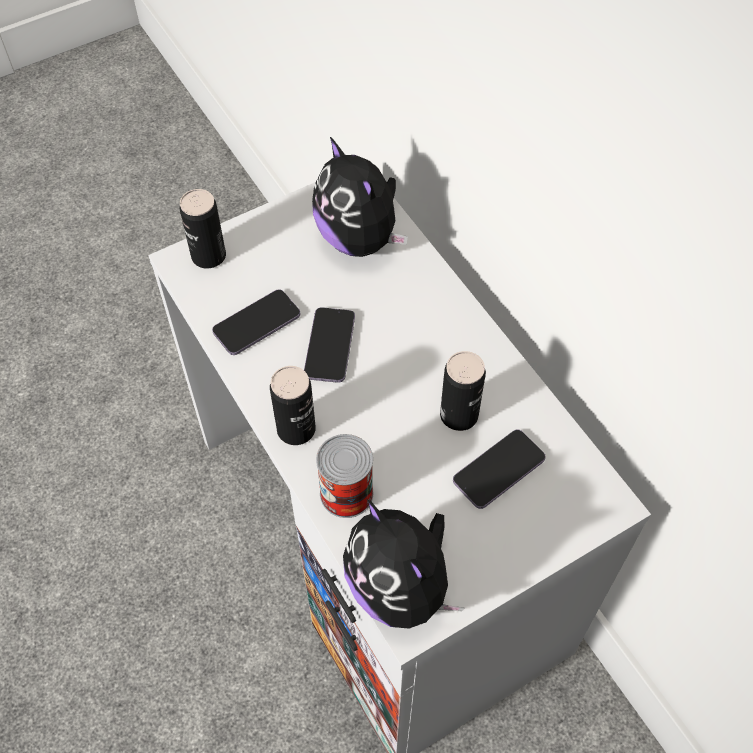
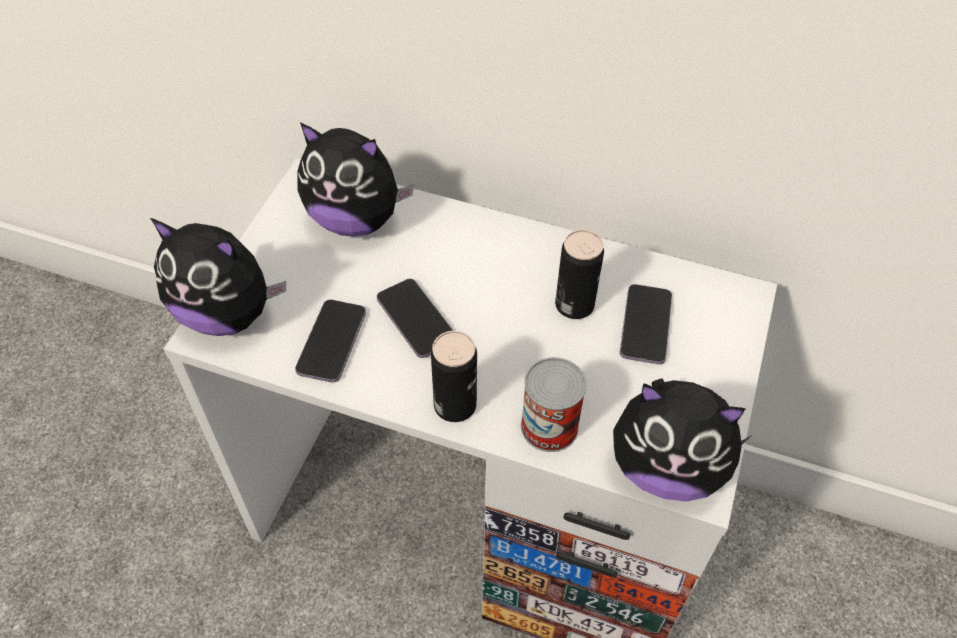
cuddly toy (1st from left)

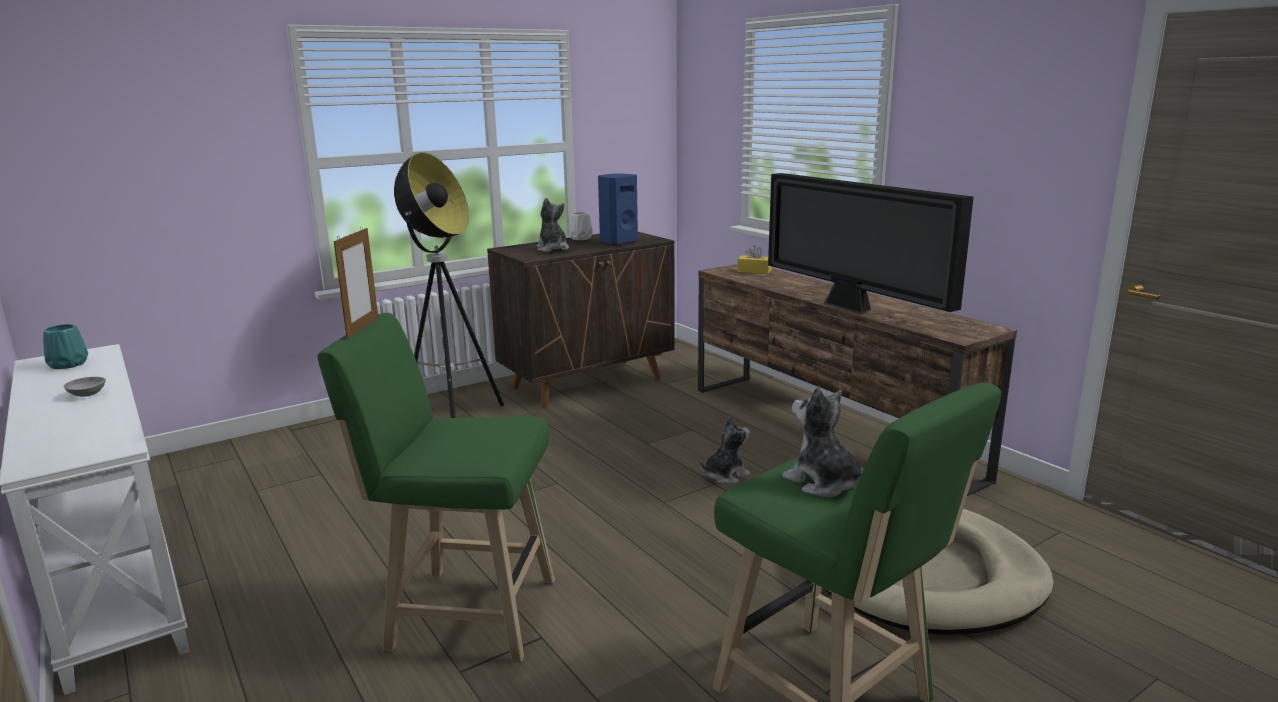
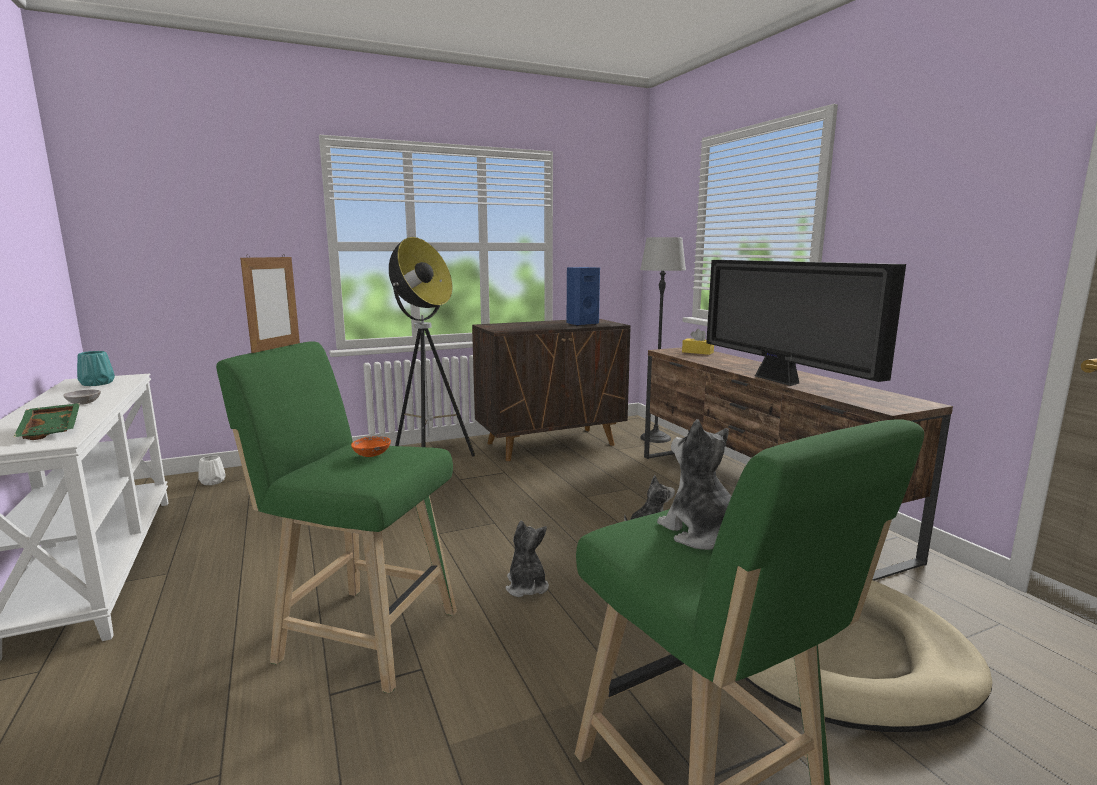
cuddly toy (1st from left); vase (white-coloured); carrying tray (green-coloured); bowl (orangey); standard lamp (2nd from left)

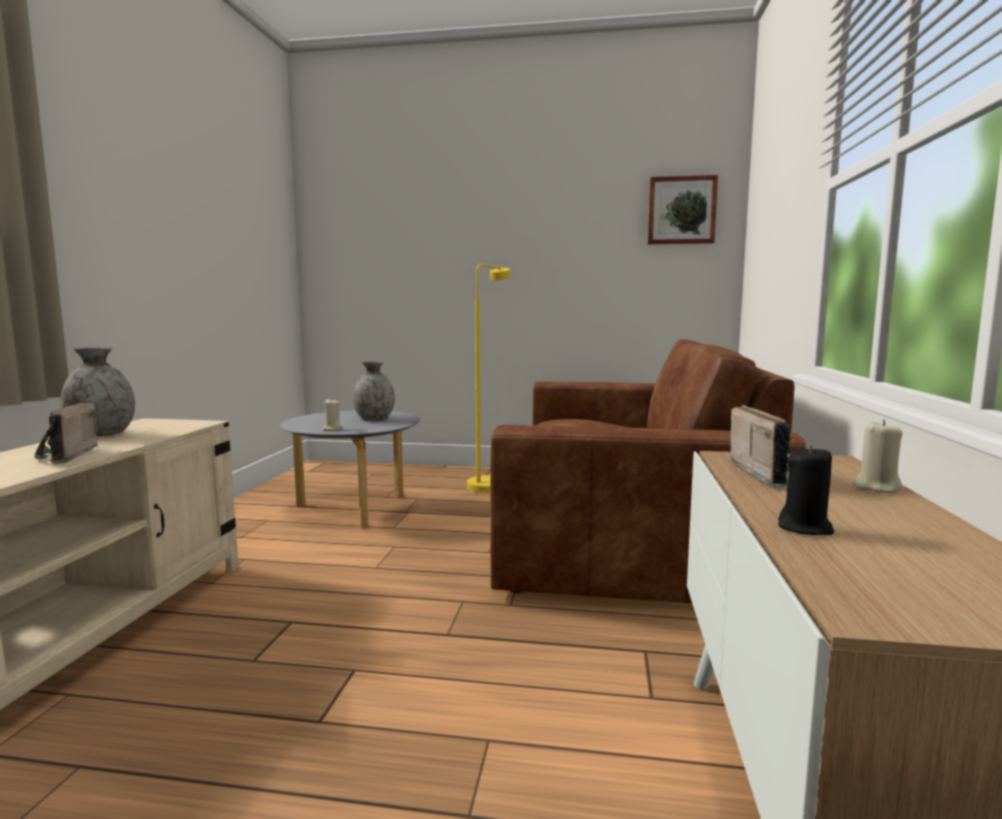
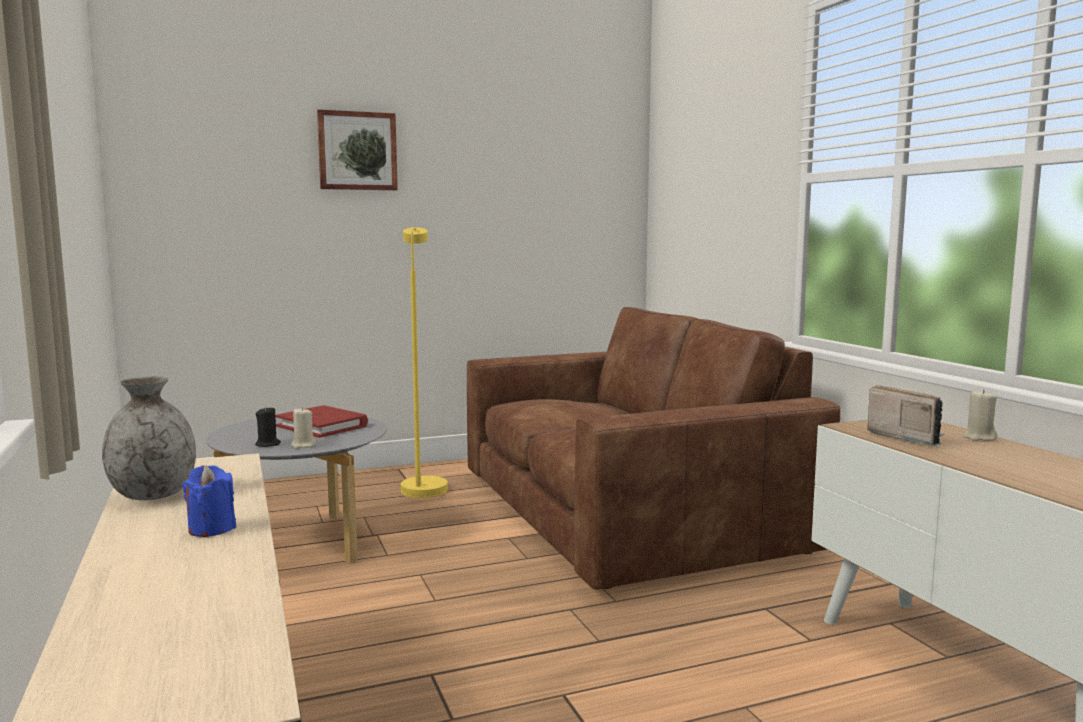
candle (bluish); bound book (reddish); picture; candle (blackish)

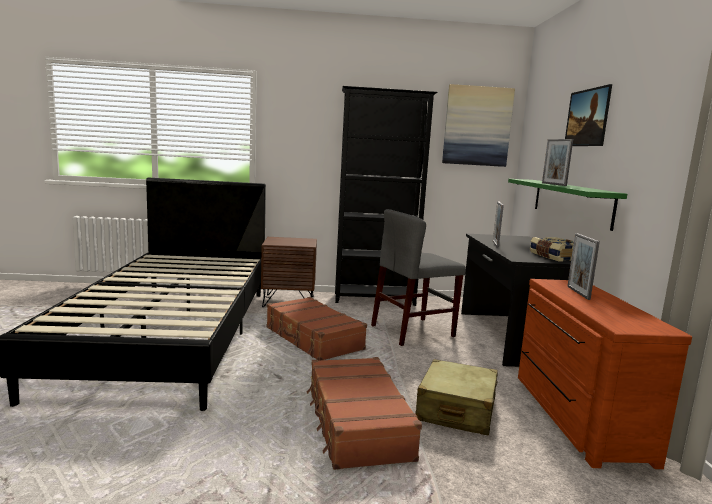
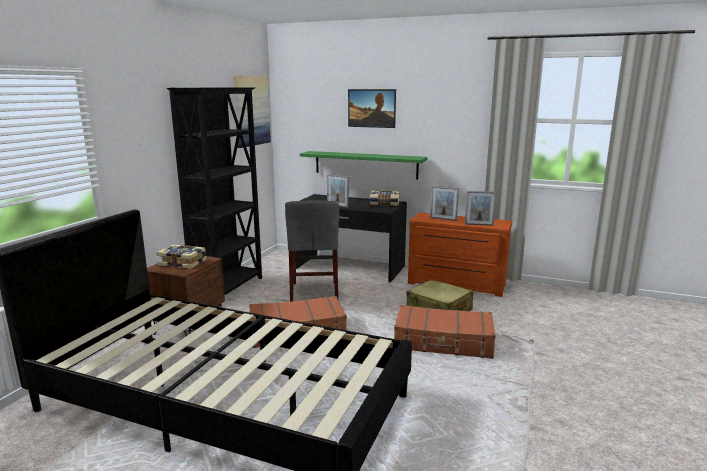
standing frame (3rd from left); bound book (1st from left)

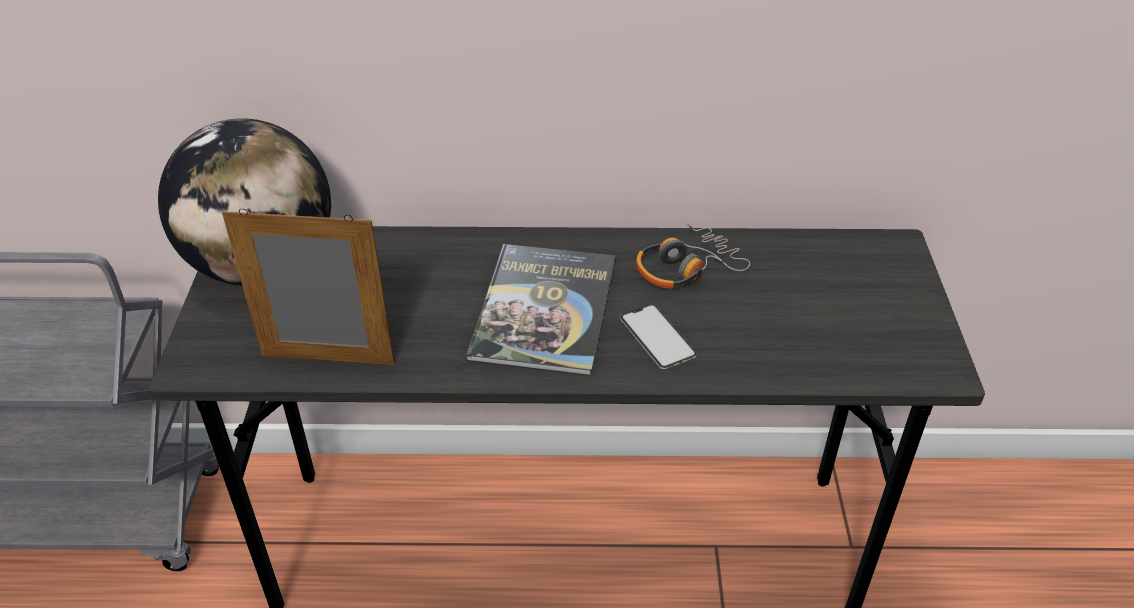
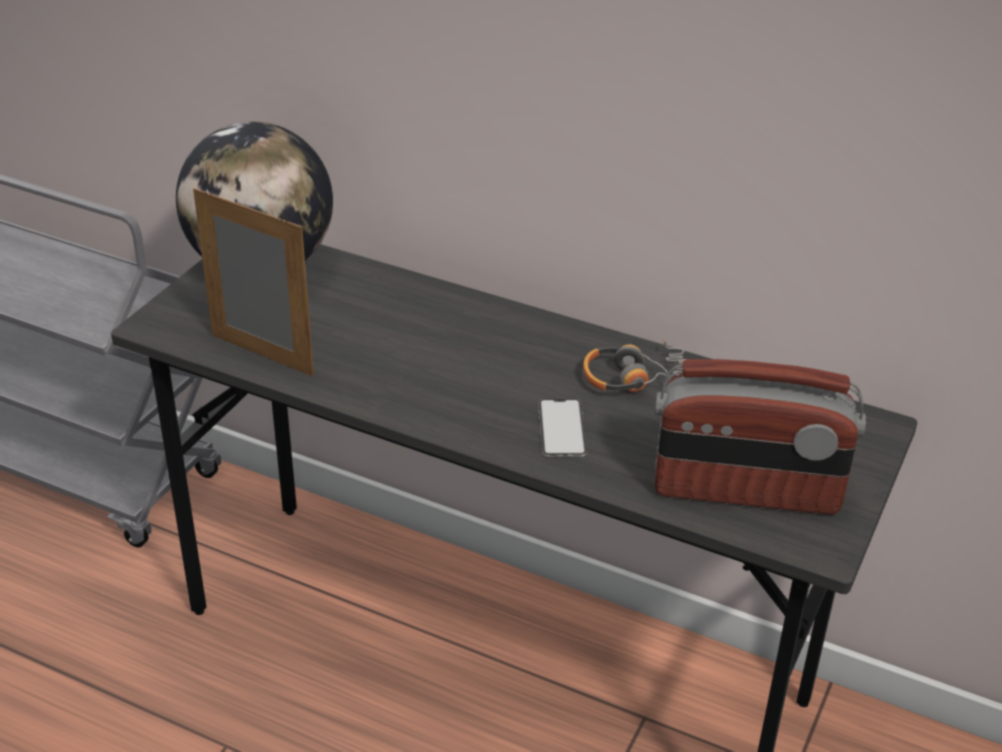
bound book; radio set

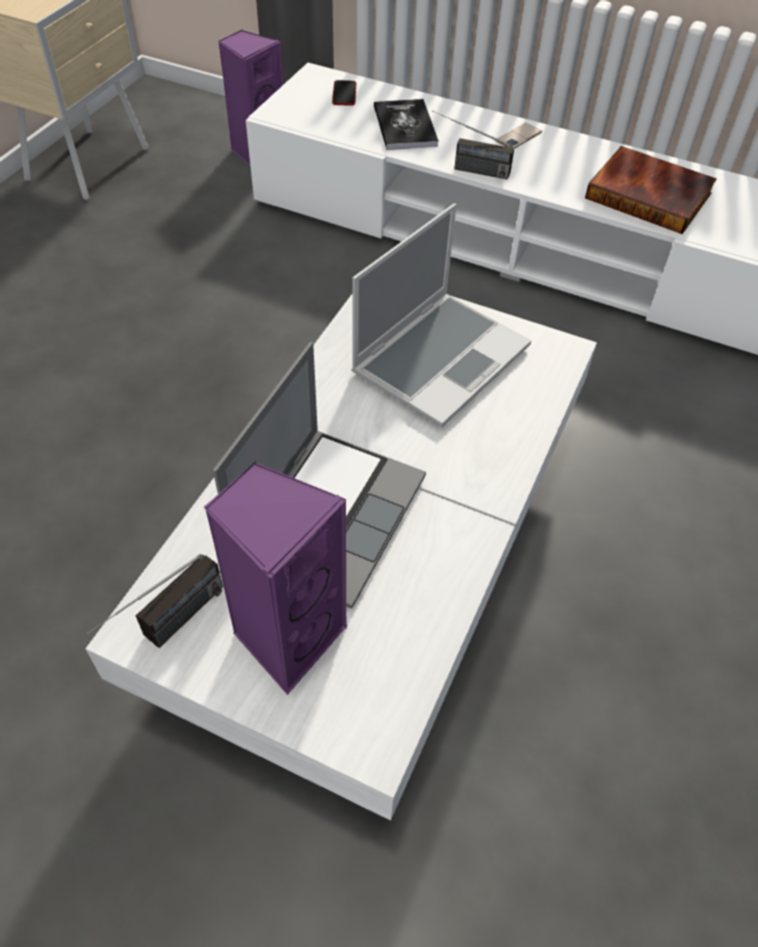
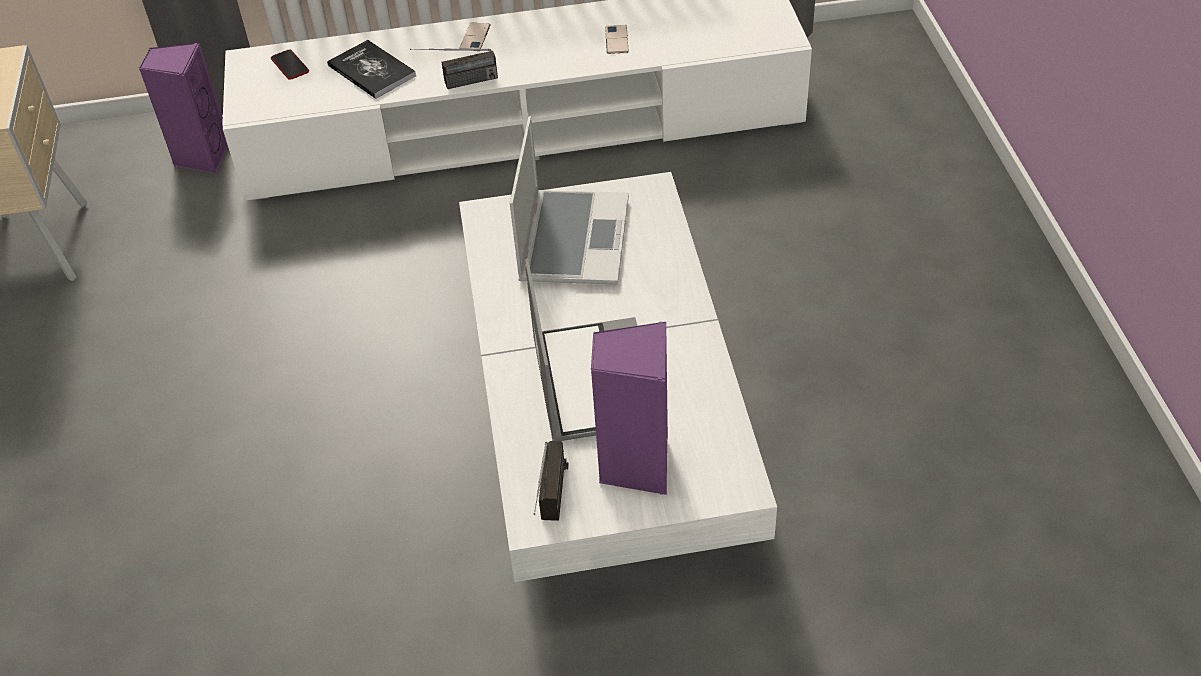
handset (3rd from left)

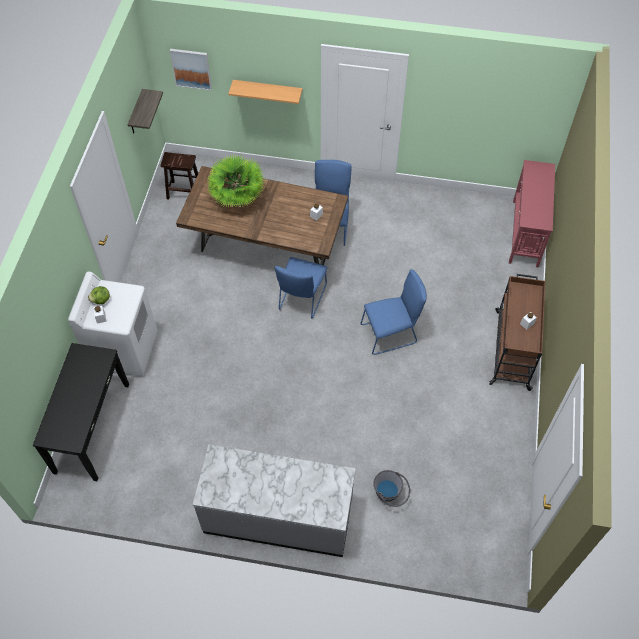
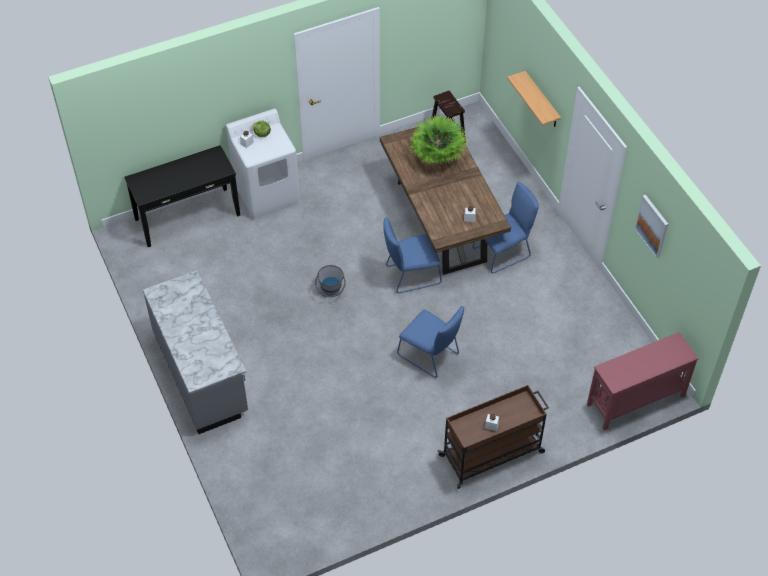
bracket shelf (1st from left in the first image); picture; pail (gray)

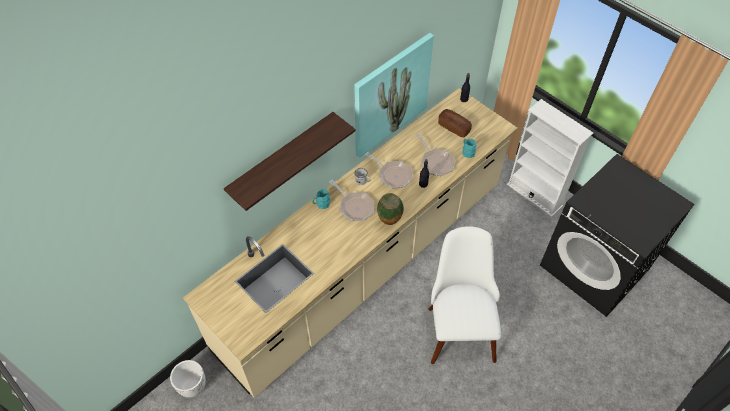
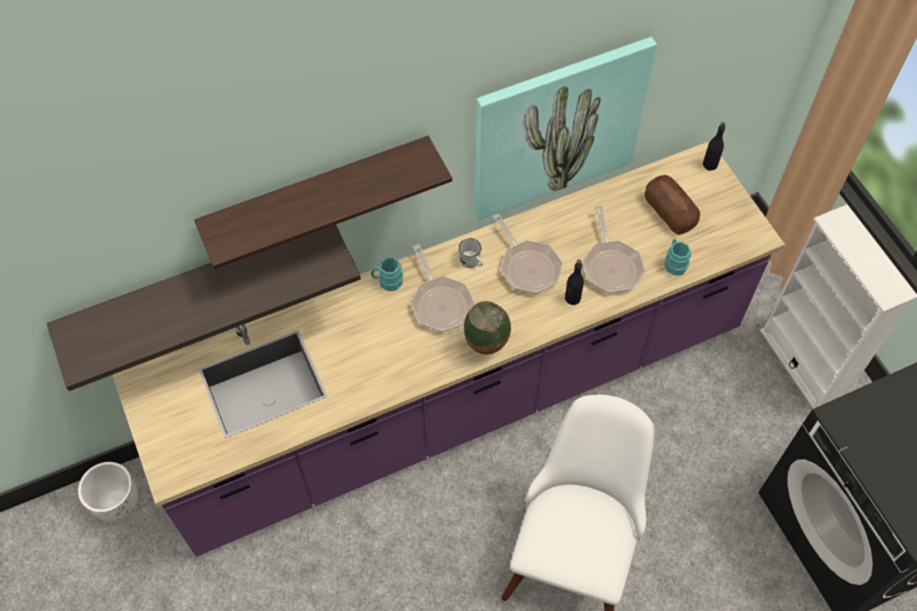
kitchen counter (purple); bracket shelf (1st from left)

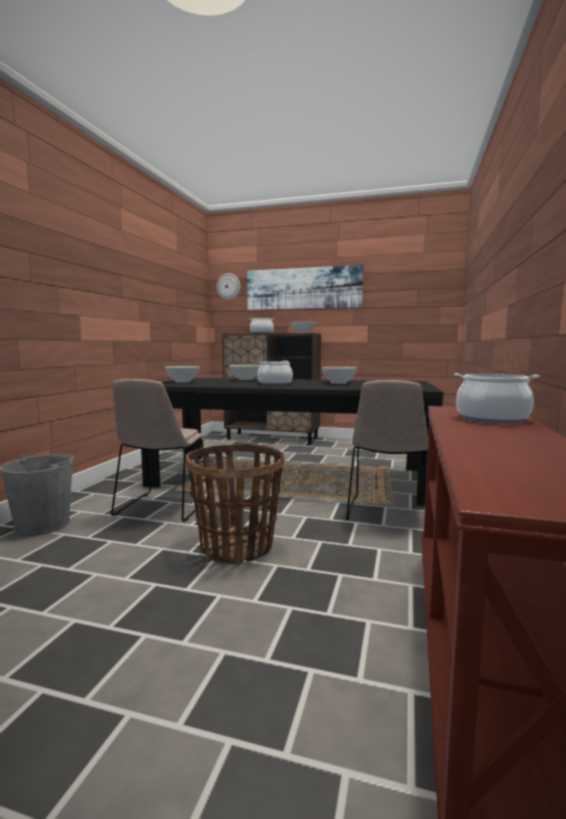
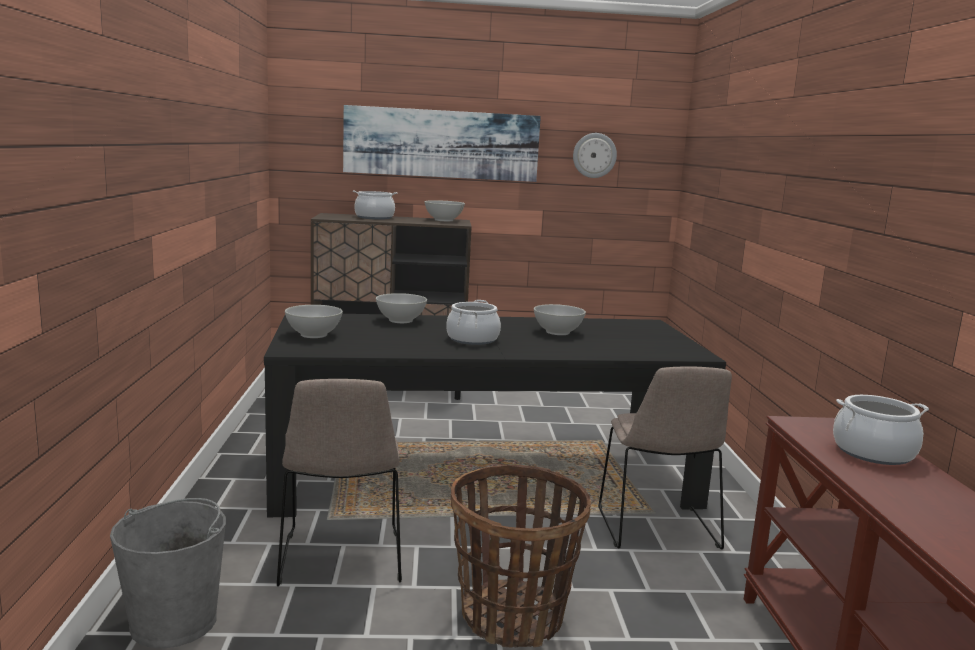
clock on the wall

